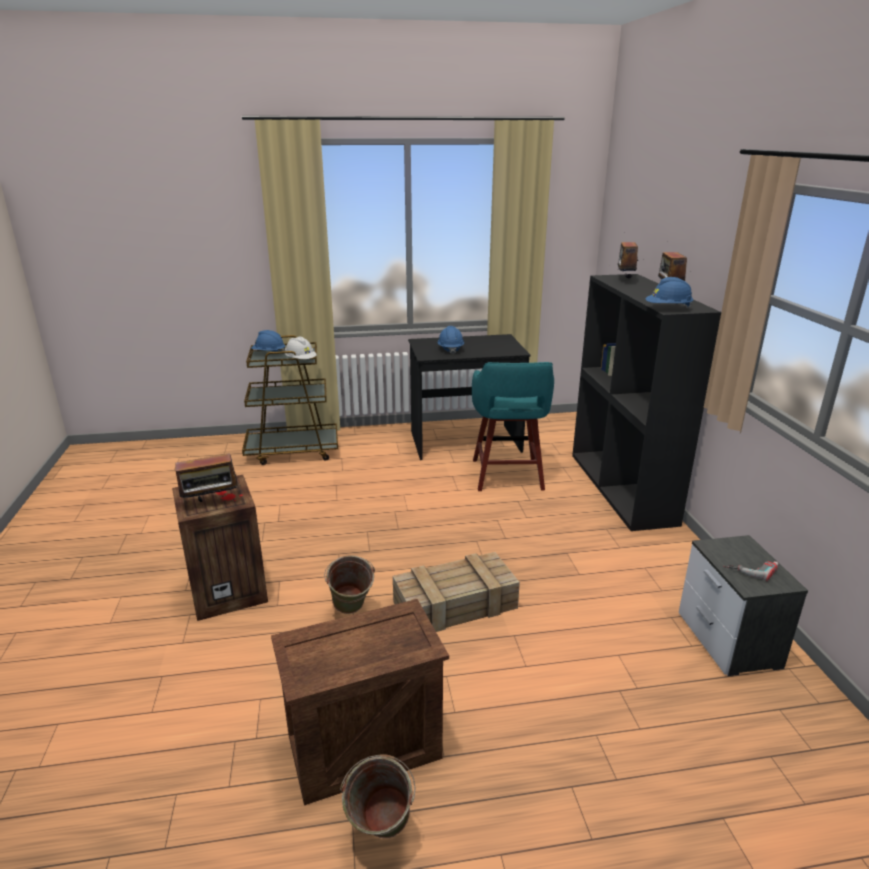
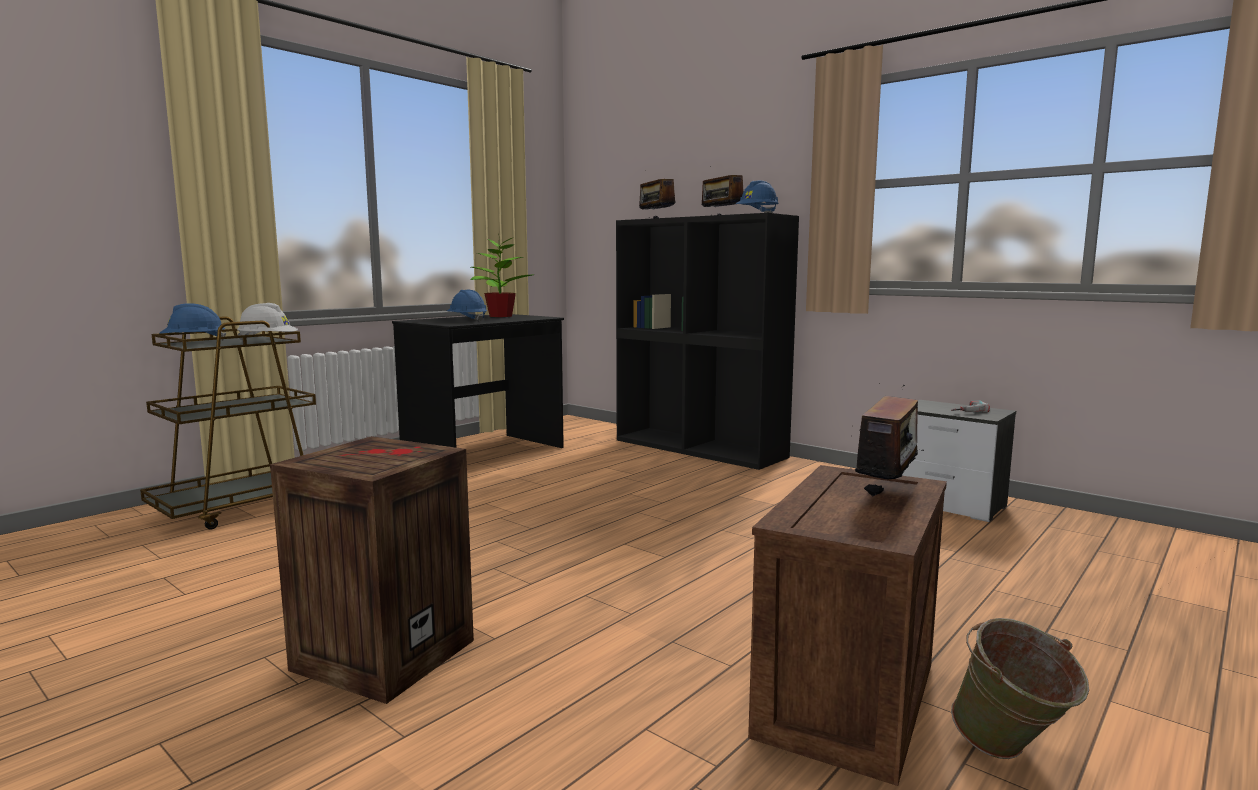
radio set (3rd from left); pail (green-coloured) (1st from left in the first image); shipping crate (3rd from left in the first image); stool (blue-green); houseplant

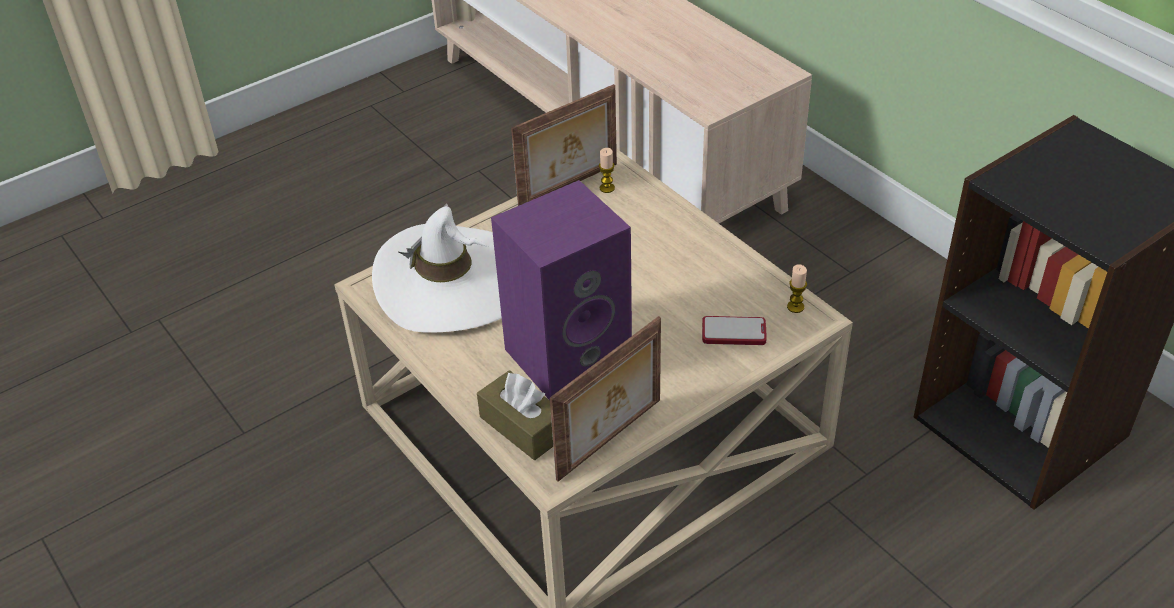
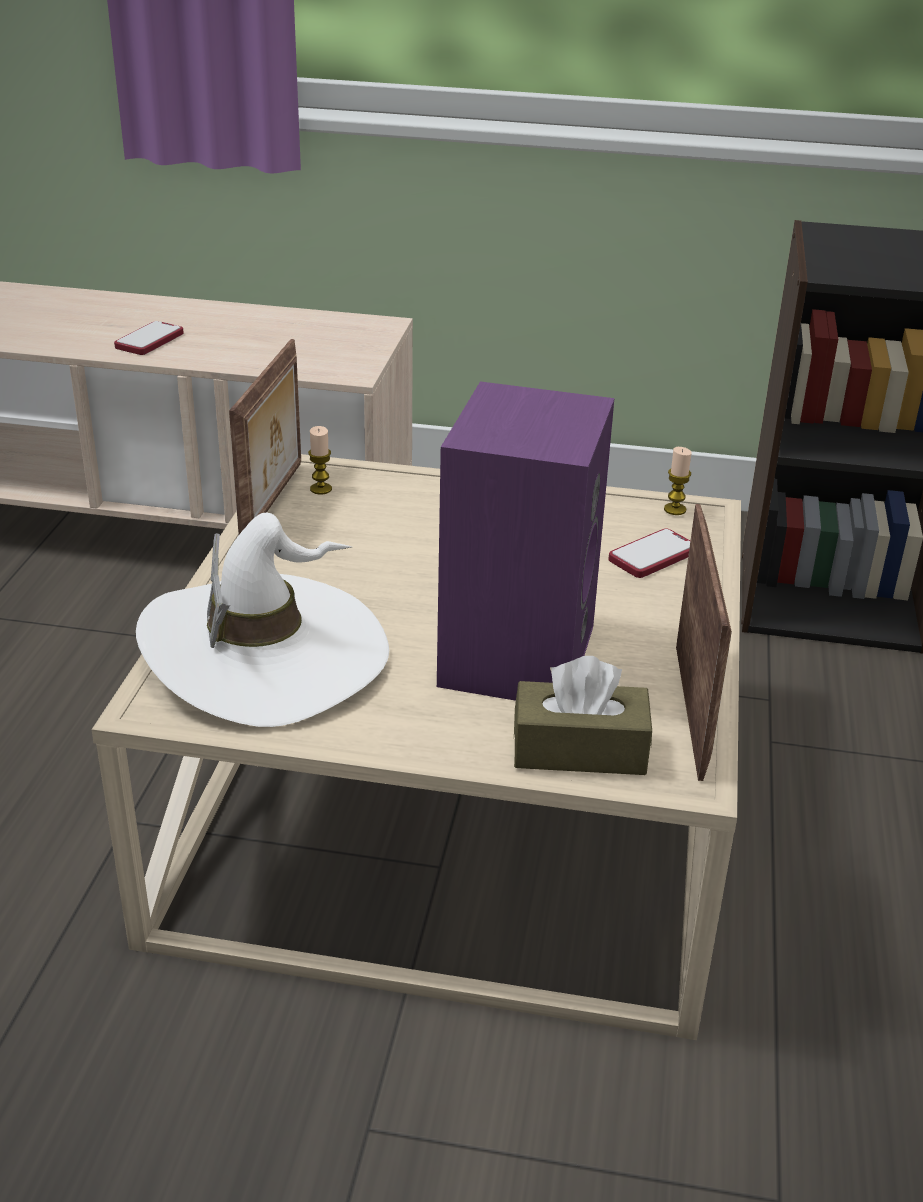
handset (1st from left)

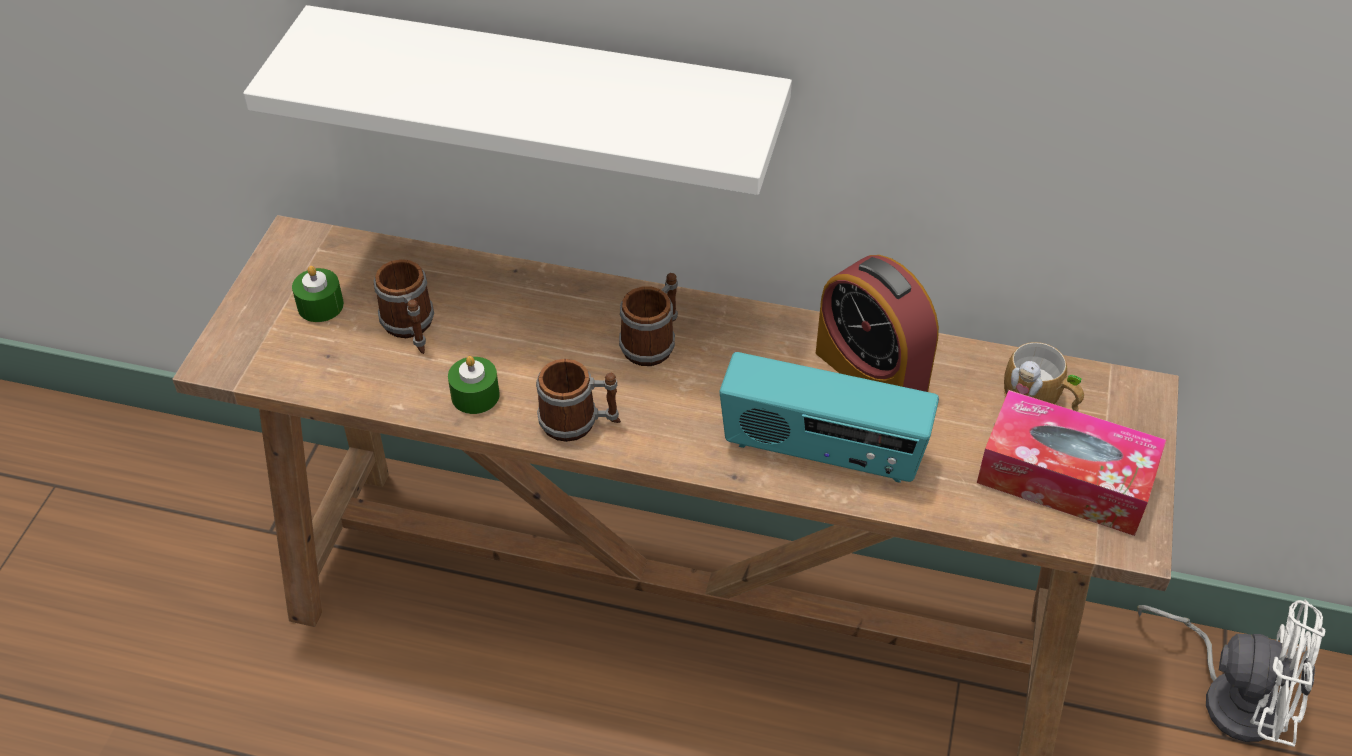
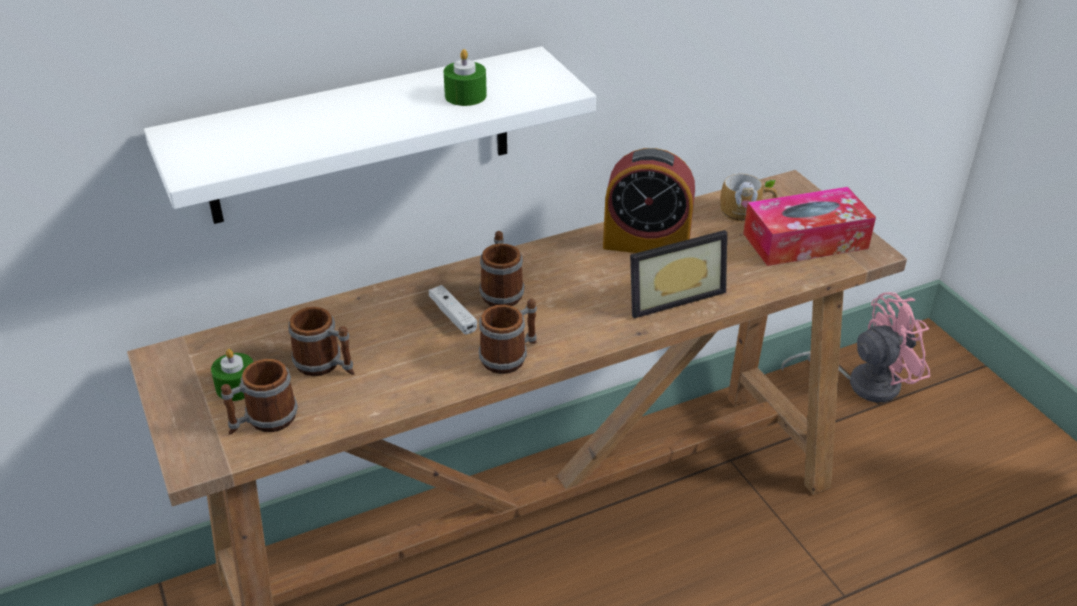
candle (green-coloured) (2nd from left); standing frame; cooling fan (pinkish); mug (1st from left); joypad (white-coloured)

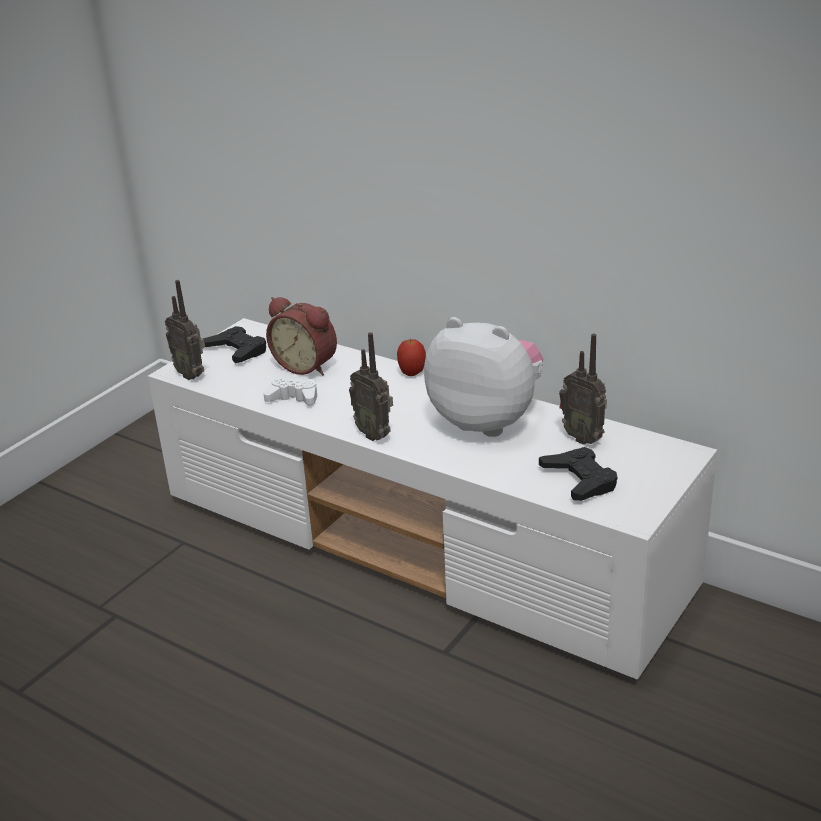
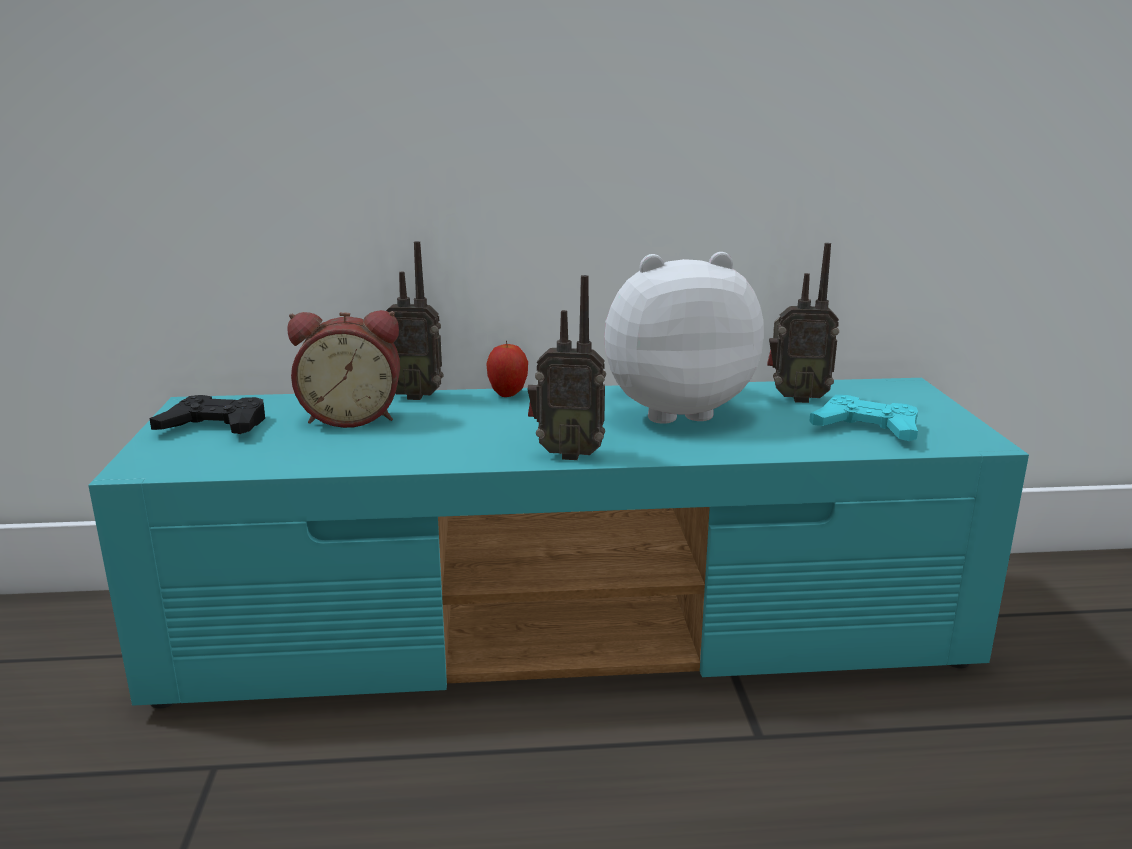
tv stand (blue-green); radio set (1st from left); joypad (white-coloured); joypad (blue-green)

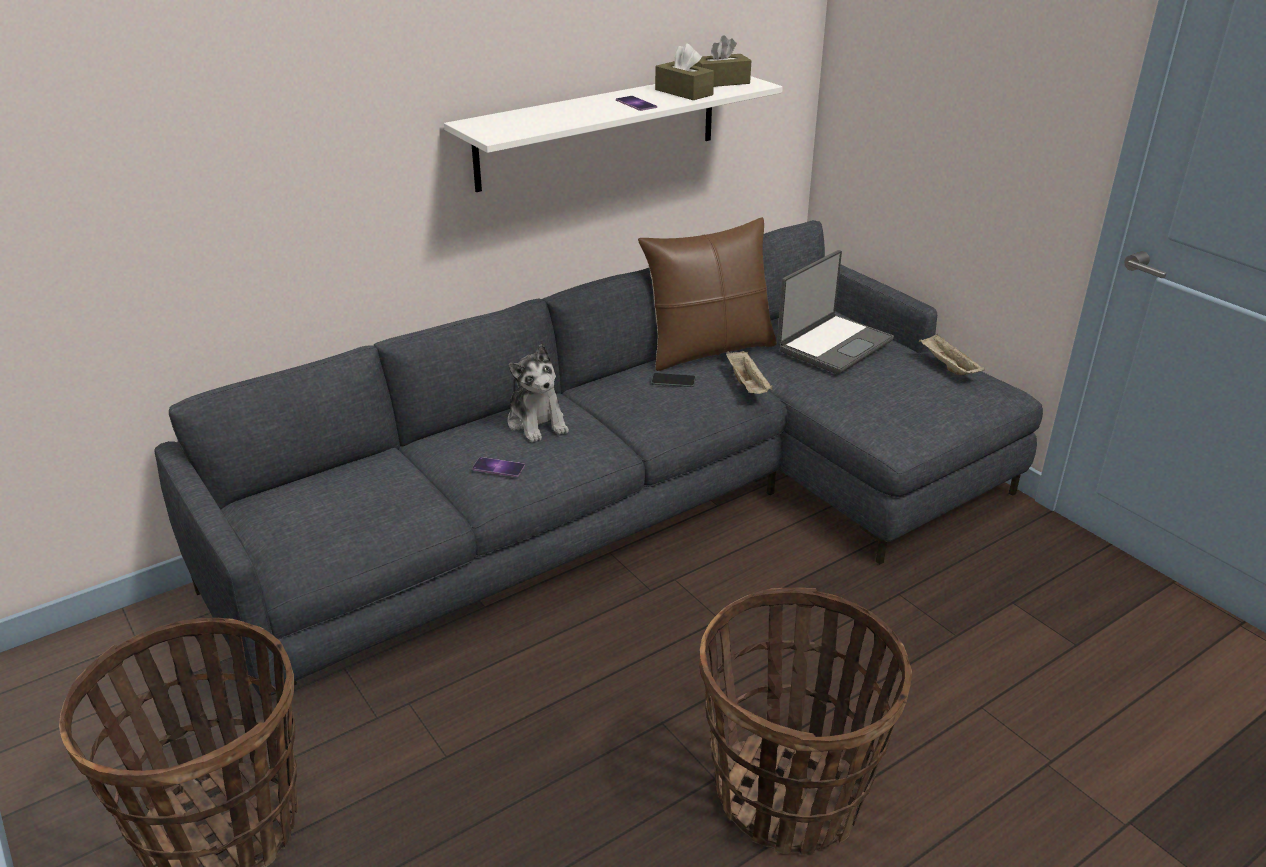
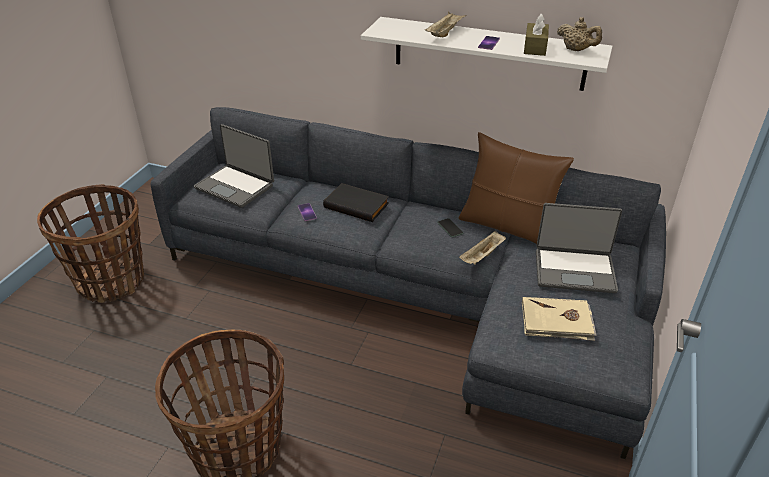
bound book (blackish); pot for tea (beige); carrying tray (beige) (1st from left); notebook computer (1st from left); bound book (beige)

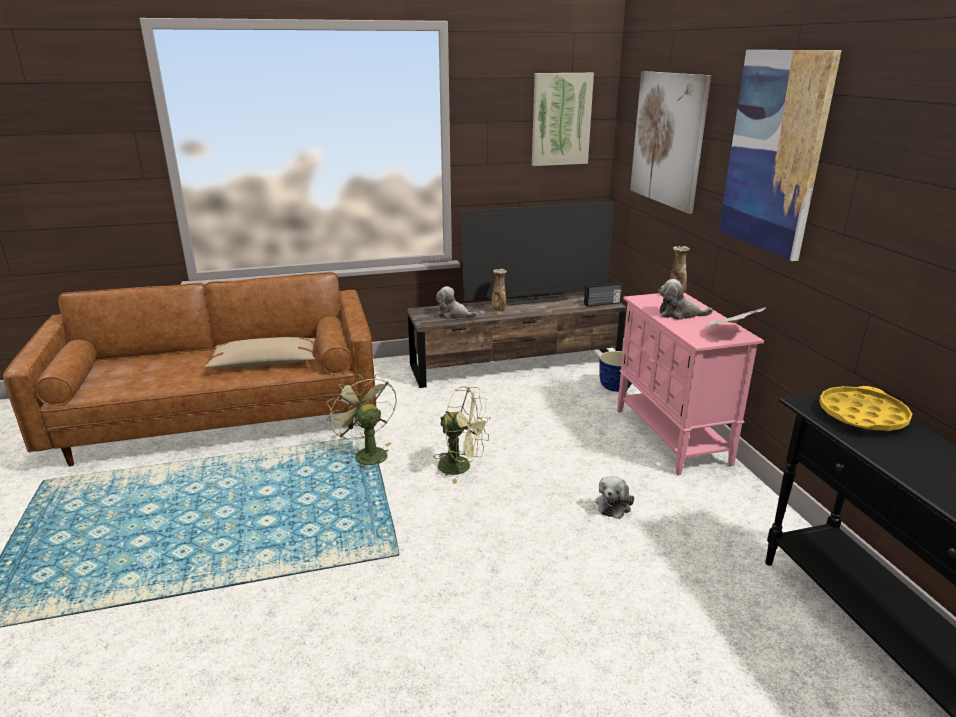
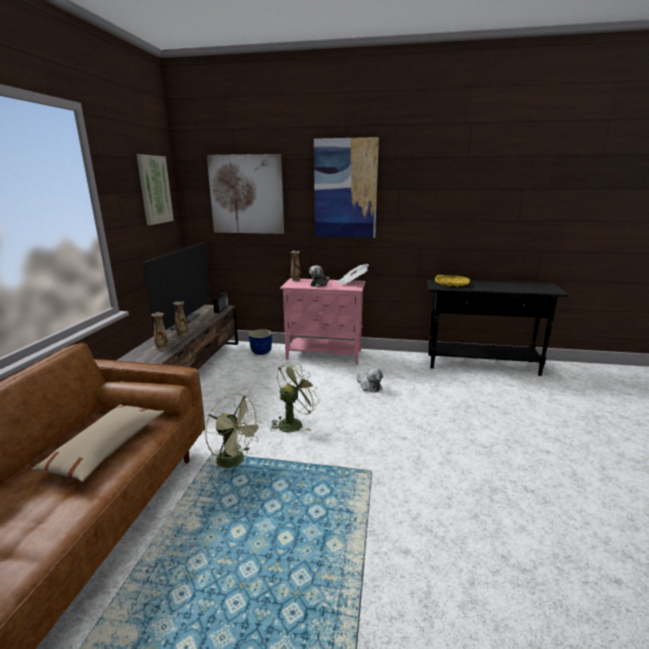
cooling fan (green-coloured) (1st from left); vase (1st from left)

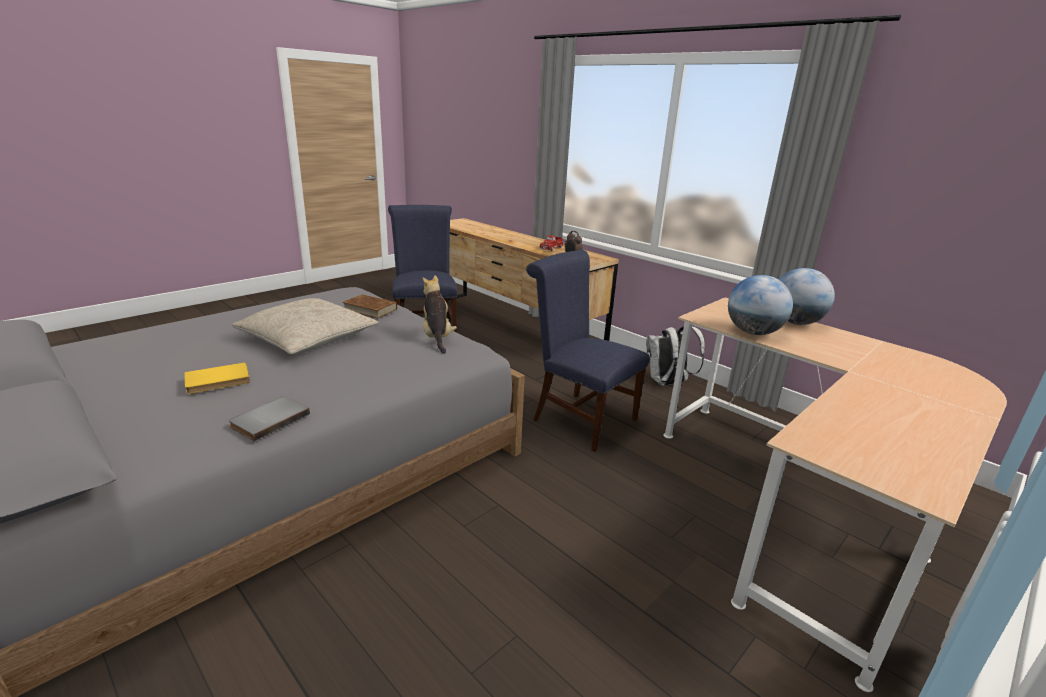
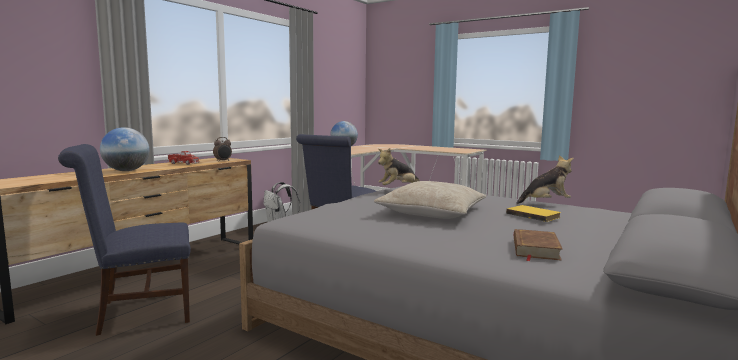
cuddly toy (2nd from left); bound book (brown-coloured); desk globe (1st from left)

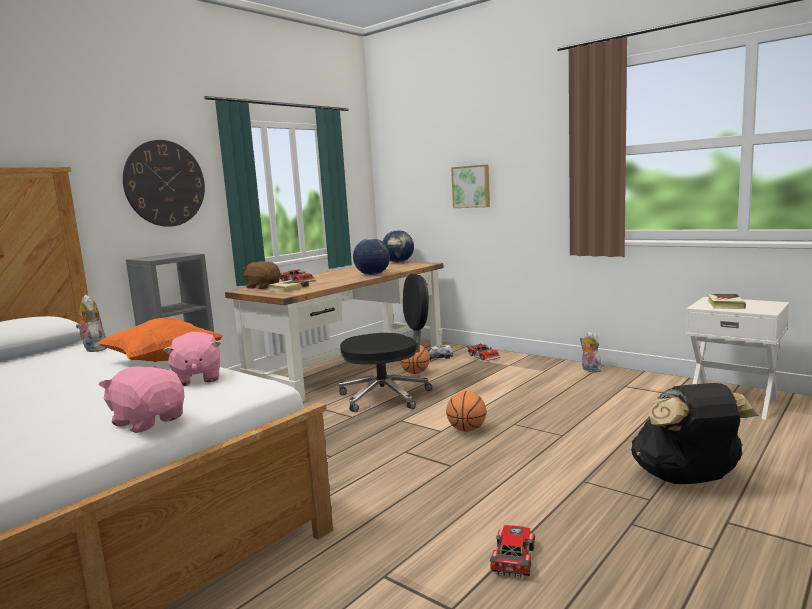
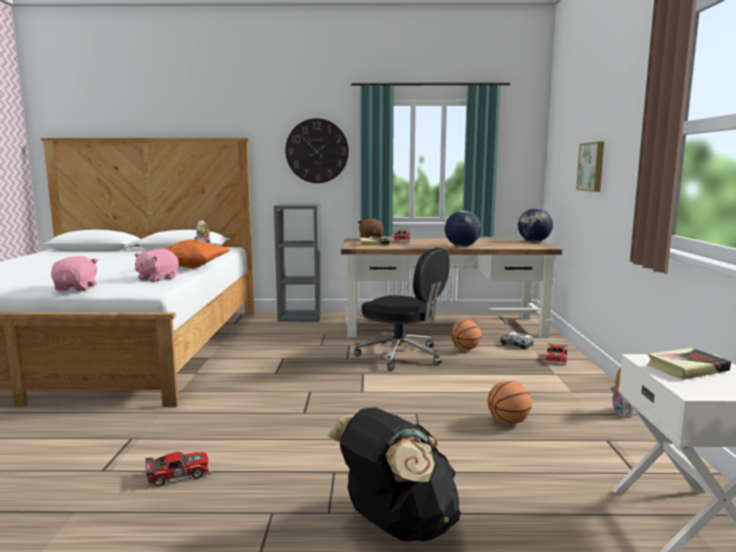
basketball ball (2nd from left)

